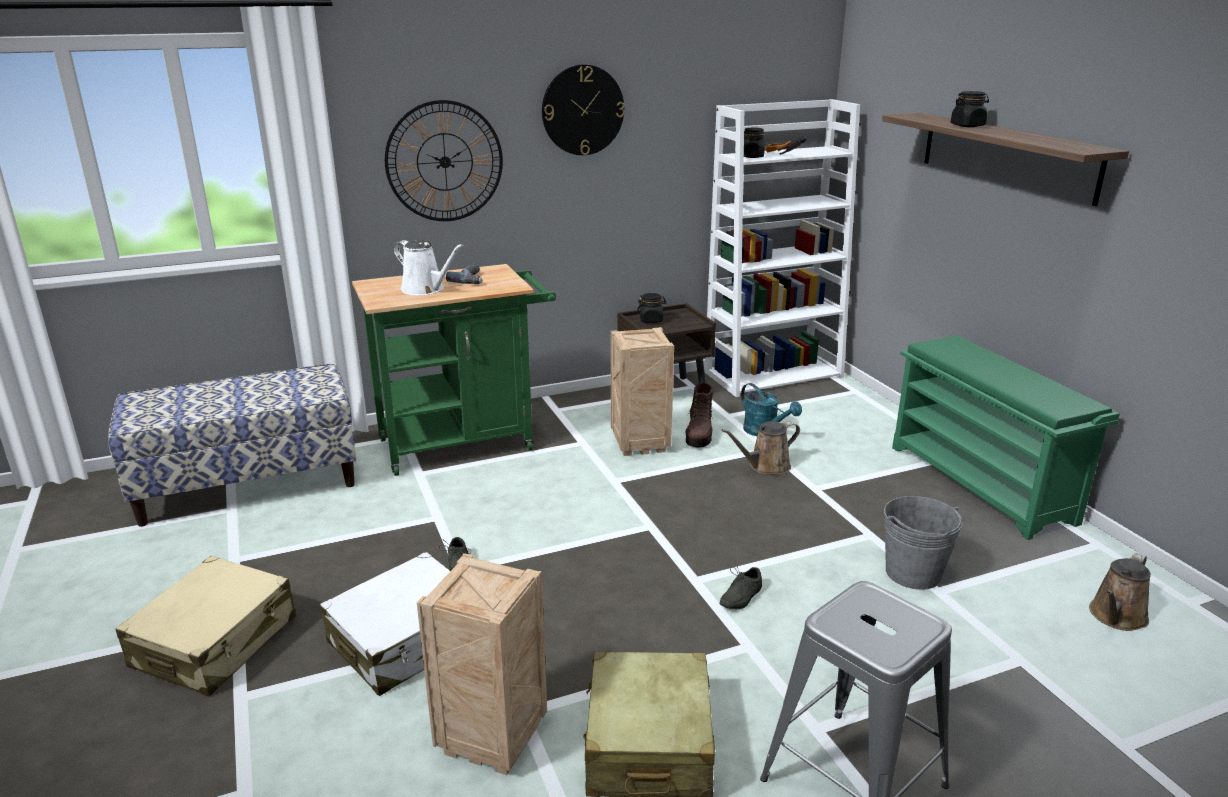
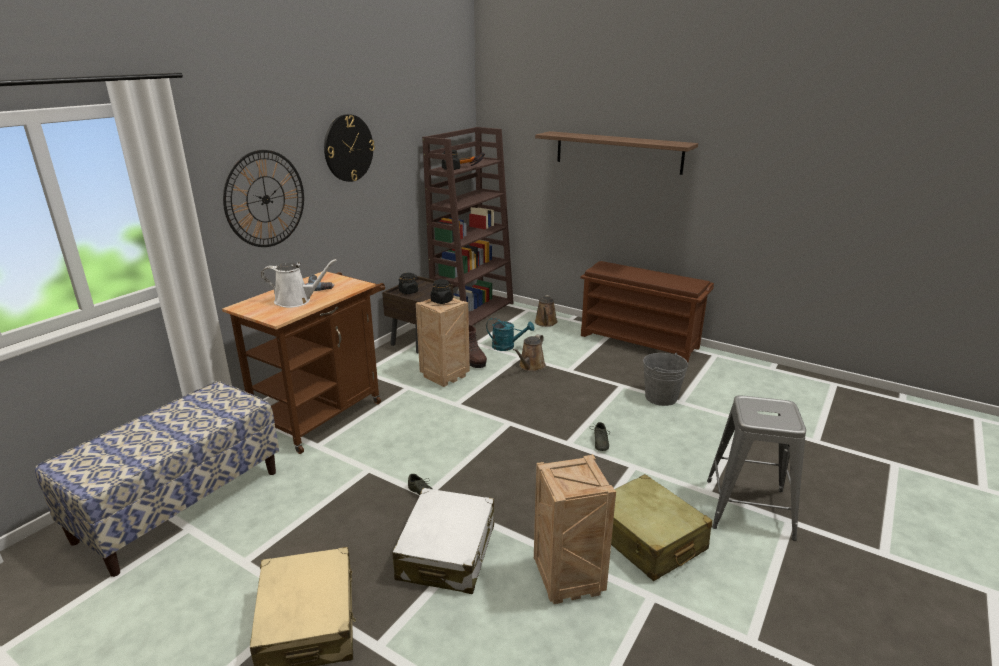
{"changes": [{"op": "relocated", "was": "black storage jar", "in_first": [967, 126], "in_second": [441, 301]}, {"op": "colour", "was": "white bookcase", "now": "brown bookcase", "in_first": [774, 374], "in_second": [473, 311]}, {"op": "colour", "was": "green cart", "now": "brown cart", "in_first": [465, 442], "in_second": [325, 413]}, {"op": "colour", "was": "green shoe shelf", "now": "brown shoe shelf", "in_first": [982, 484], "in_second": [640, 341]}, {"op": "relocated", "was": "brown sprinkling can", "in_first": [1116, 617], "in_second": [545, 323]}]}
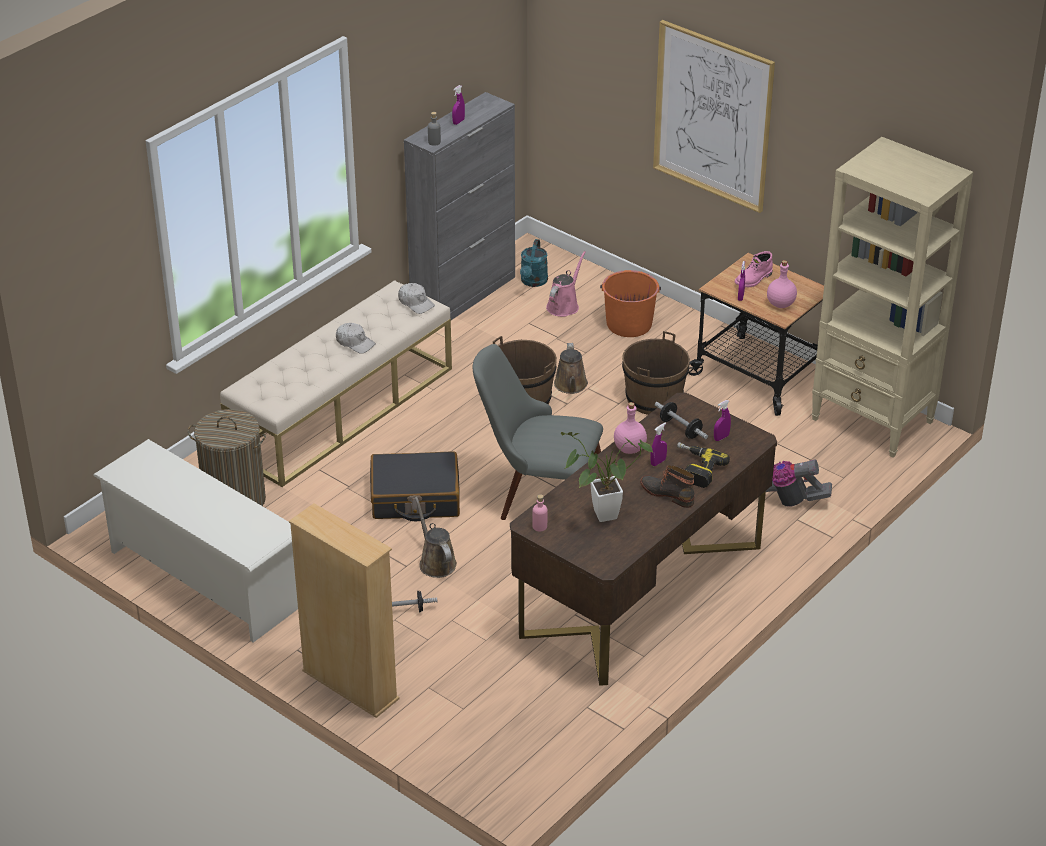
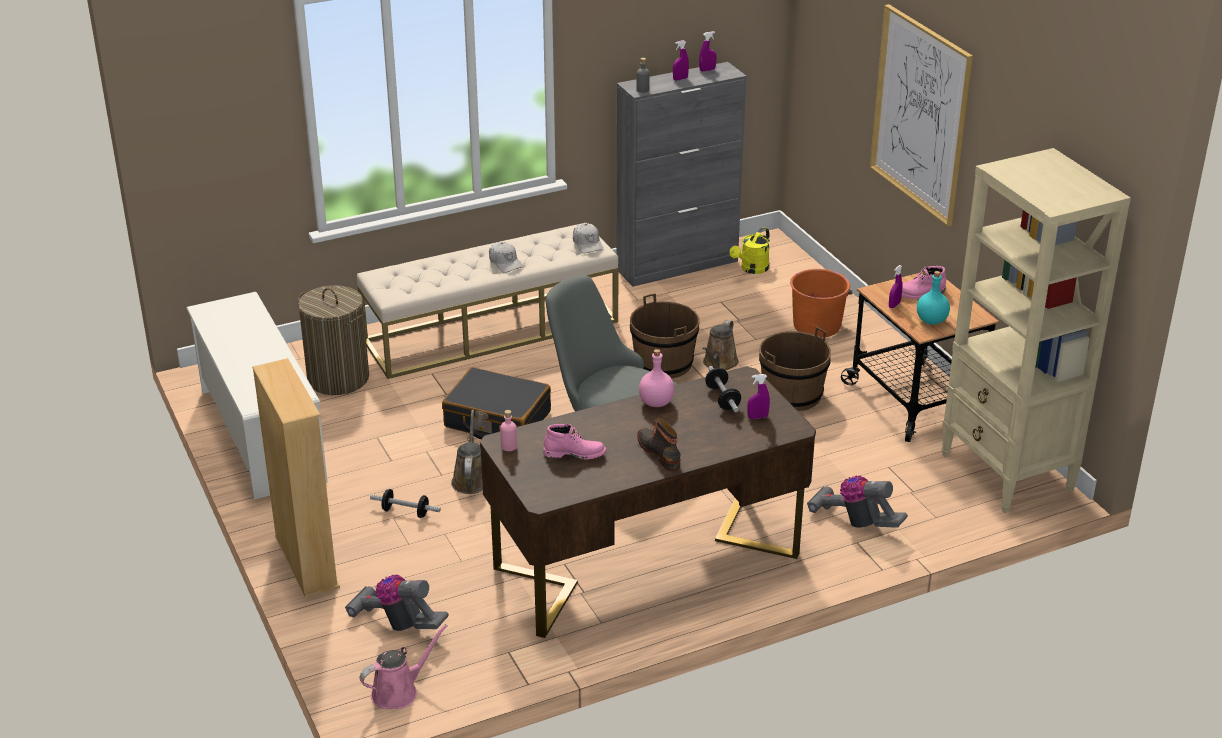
{"changes": [{"op": "colour", "was": "turquoise sprinkling can", "now": "yellow sprinkling can", "in_first": [533, 282], "in_second": [751, 269]}, {"op": "relocated", "was": "pink-coloured sprinkling can", "in_first": [564, 305], "in_second": [398, 691]}, {"op": "colour", "was": "pink-coloured bottle", "now": "turquoise bottle", "in_first": [780, 304], "in_second": [931, 320]}, {"op": "relocated", "was": "purple-coloured spray bottle", "in_first": [658, 462], "in_second": [707, 70]}, {"op": "exchanged", "was": "houseplant", "now": "pink-coloured boot", "in_first": [599, 516], "in_second": [575, 453]}, {"op": "missing", "was": "power drill", "in_first": [695, 468]}, {"op": "appeared", "now": "vacuum", "in_second": [398, 623]}]}
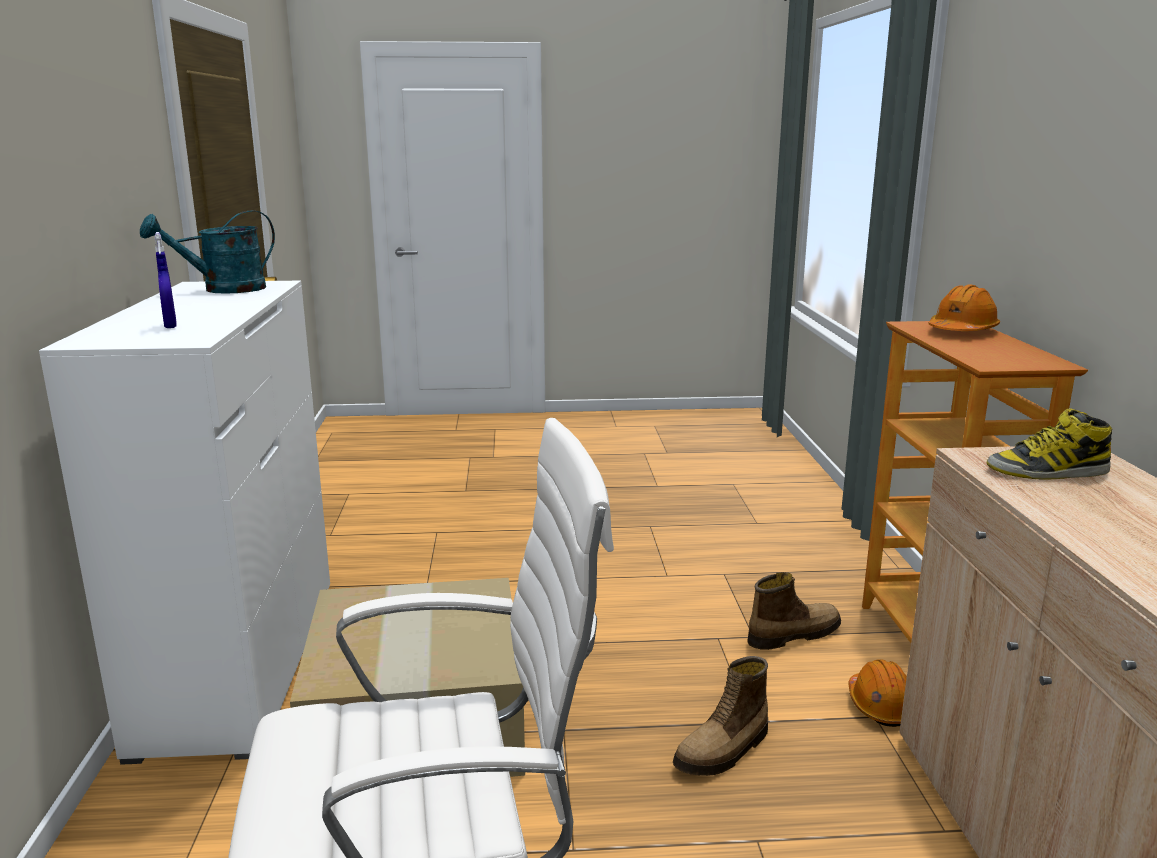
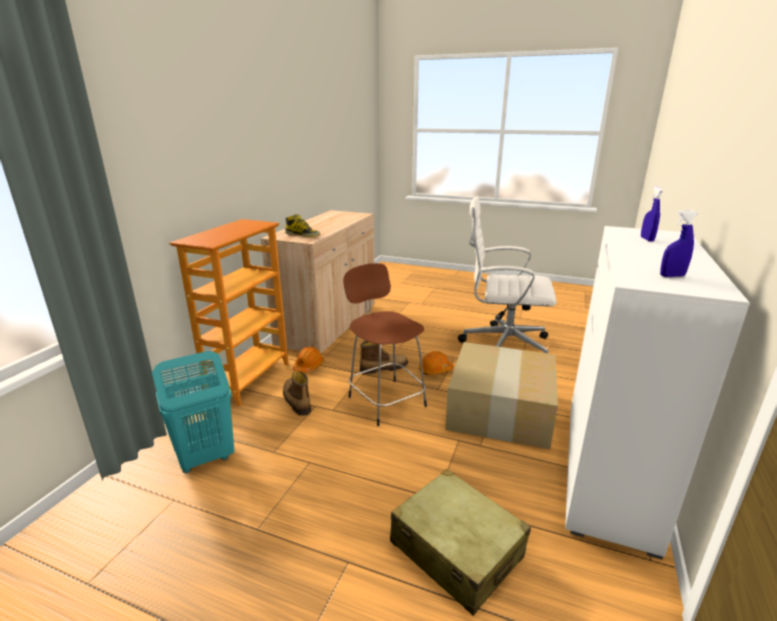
{"changes": [{"op": "exchanged", "was": "turquoise sprinkling can", "now": "bluish spray bottle", "in_first": [223, 290], "in_second": [672, 276]}, {"op": "relocated", "was": "orangey hard hat", "in_first": [962, 331], "in_second": [435, 370]}, {"op": "spun", "was": "boot", "in_first": [792, 635], "in_second": [296, 401], "clockwise": 60}, {"op": "appeared", "now": "brown stool", "in_second": [385, 400]}, {"op": "appeared", "now": "turquoise washing basket", "in_second": [205, 458]}, {"op": "appeared", "now": "beige-coloured travel case", "in_second": [456, 550]}]}
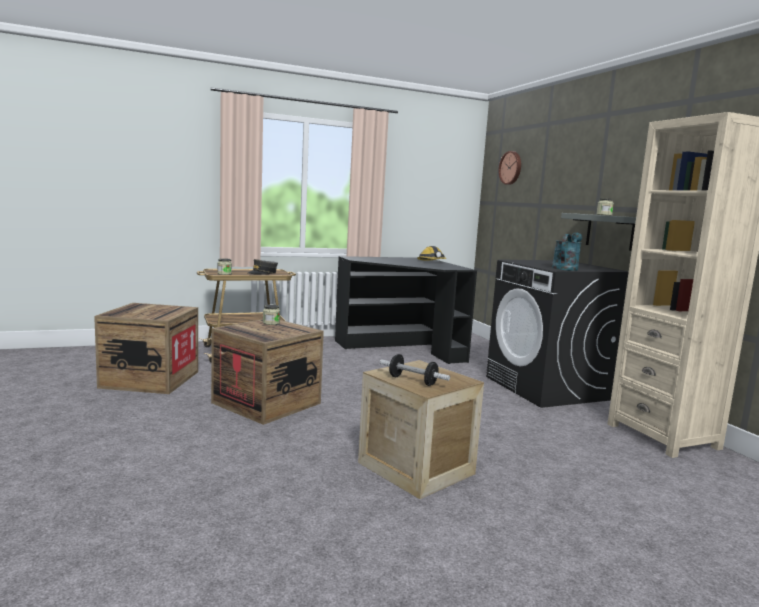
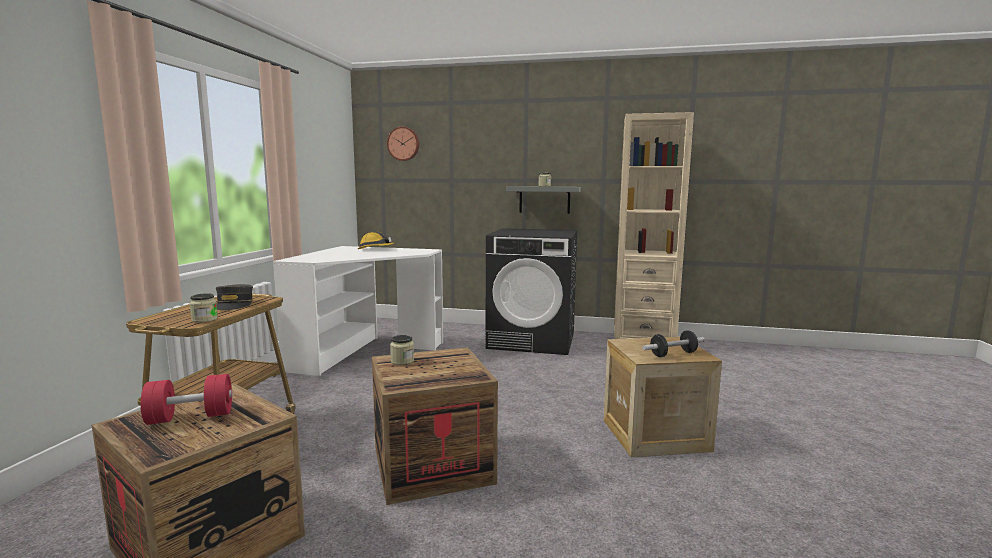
{"changes": [{"op": "missing", "was": "turquoise sprinkling can", "in_first": [566, 268]}, {"op": "colour", "was": "black desk", "now": "white desk", "in_first": [401, 348], "in_second": [364, 353]}, {"op": "appeared", "now": "reddish dumbbell", "in_second": [191, 417]}]}
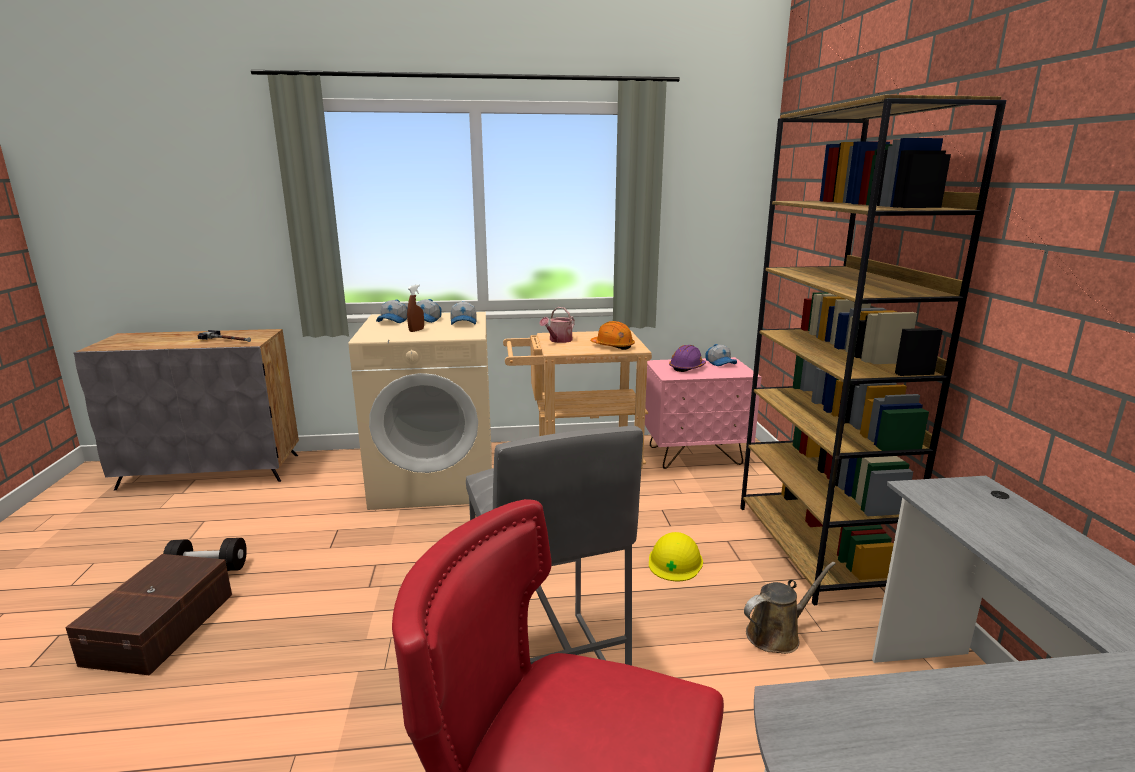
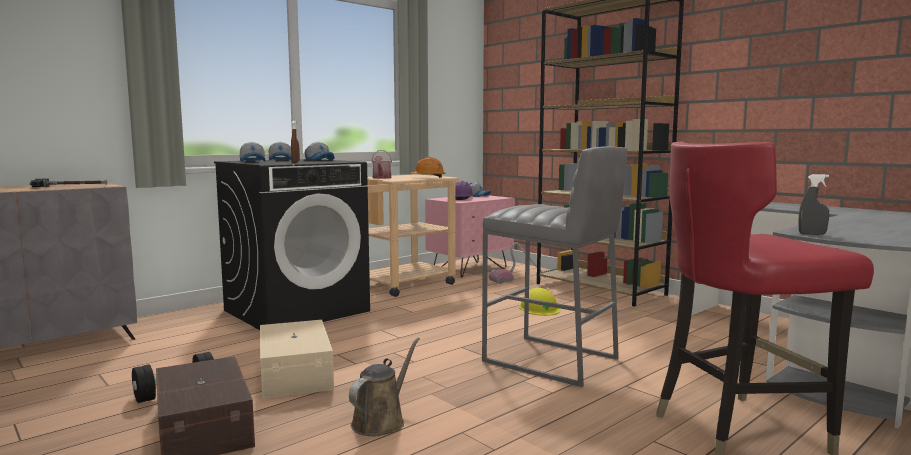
{"changes": [{"op": "colour", "was": "beige-coloured washing machine", "now": "black washing machine", "in_first": [436, 480], "in_second": [297, 310]}, {"op": "relocated", "was": "brown sprinkling can", "in_first": [777, 634], "in_second": [381, 421]}, {"op": "appeared", "now": "greyish spray bottle", "in_second": [812, 234]}, {"op": "appeared", "now": "vacuum", "in_second": [520, 279]}, {"op": "appeared", "now": "beige-coloured storage box", "in_second": [297, 373]}]}
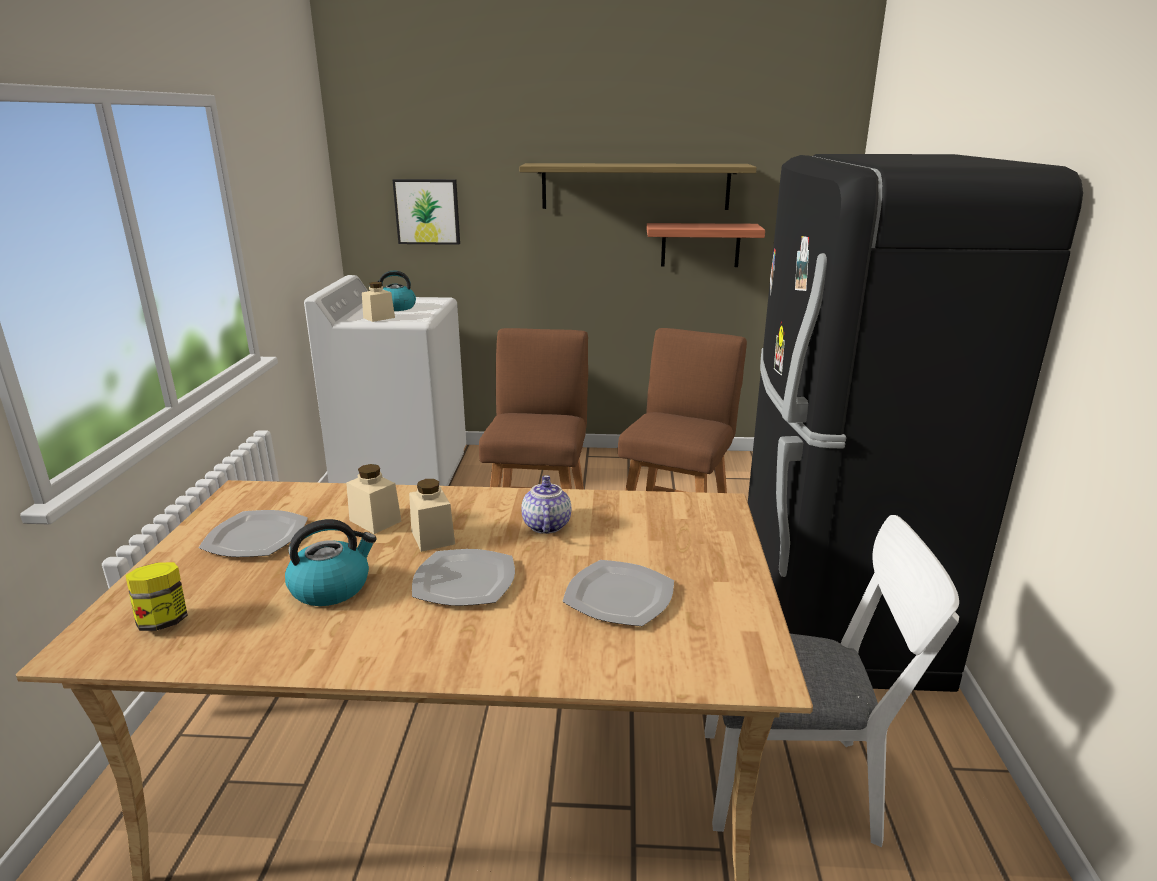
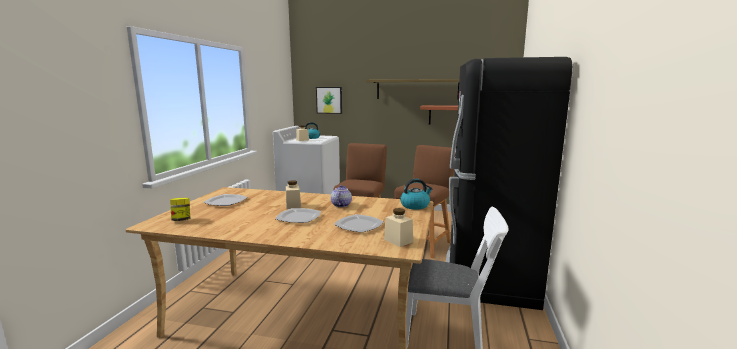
{"changes": [{"op": "relocated", "was": "beige-coloured storage jar", "in_first": [375, 521], "in_second": [398, 240]}, {"op": "relocated", "was": "tea kettle", "in_first": [331, 587], "in_second": [415, 205]}]}
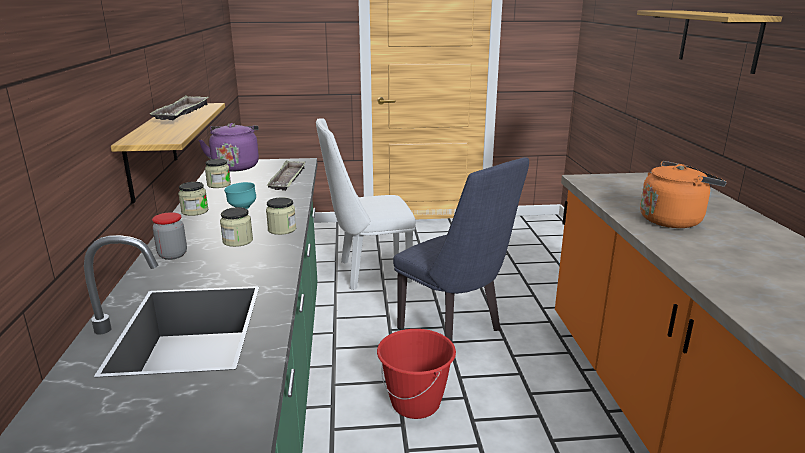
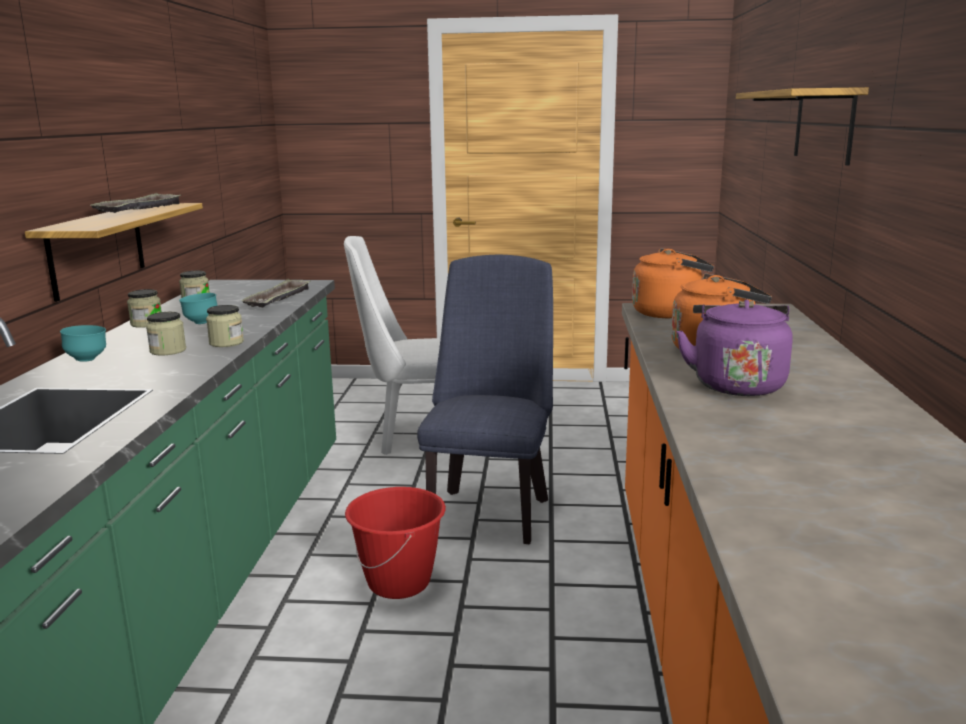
{"changes": [{"op": "relocated", "was": "purple-coloured tea kettle", "in_first": [236, 166], "in_second": [736, 384]}, {"op": "spun", "was": "bluish upright chair", "in_first": [455, 333], "in_second": [490, 510], "clockwise": -135}, {"op": "exchanged", "was": "storage jar", "now": "turquoise bowl", "in_first": [172, 255], "in_second": [87, 360]}, {"op": "appeared", "now": "orangey tea kettle", "in_second": [669, 313]}]}
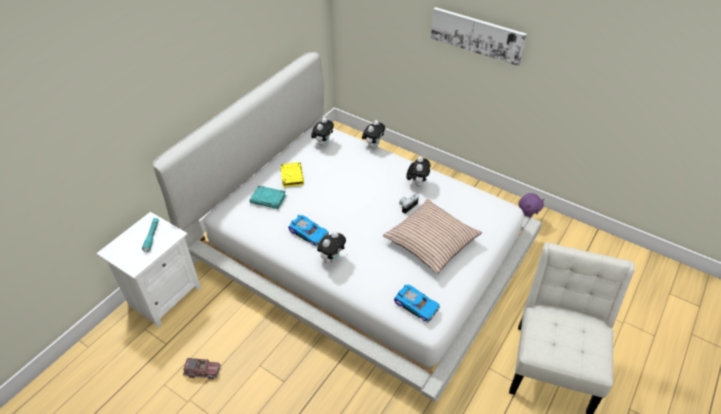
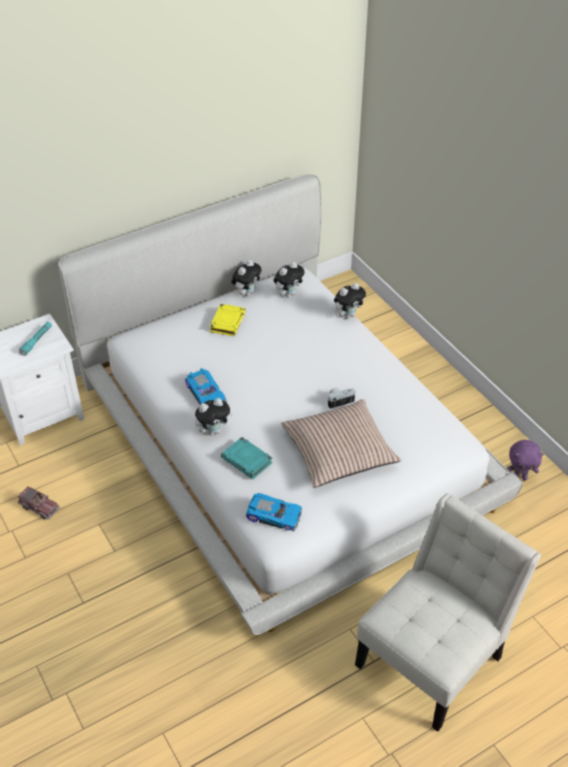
{"changes": [{"op": "missing", "was": "picture", "in_first": [477, 35]}, {"op": "relocated", "was": "cuddly toy", "in_first": [417, 183], "in_second": [247, 292]}, {"op": "relocated", "was": "turquoise bound book", "in_first": [269, 199], "in_second": [247, 460]}, {"op": "spun", "was": "model car", "in_first": [417, 305], "in_second": [274, 514], "clockwise": -45}]}
